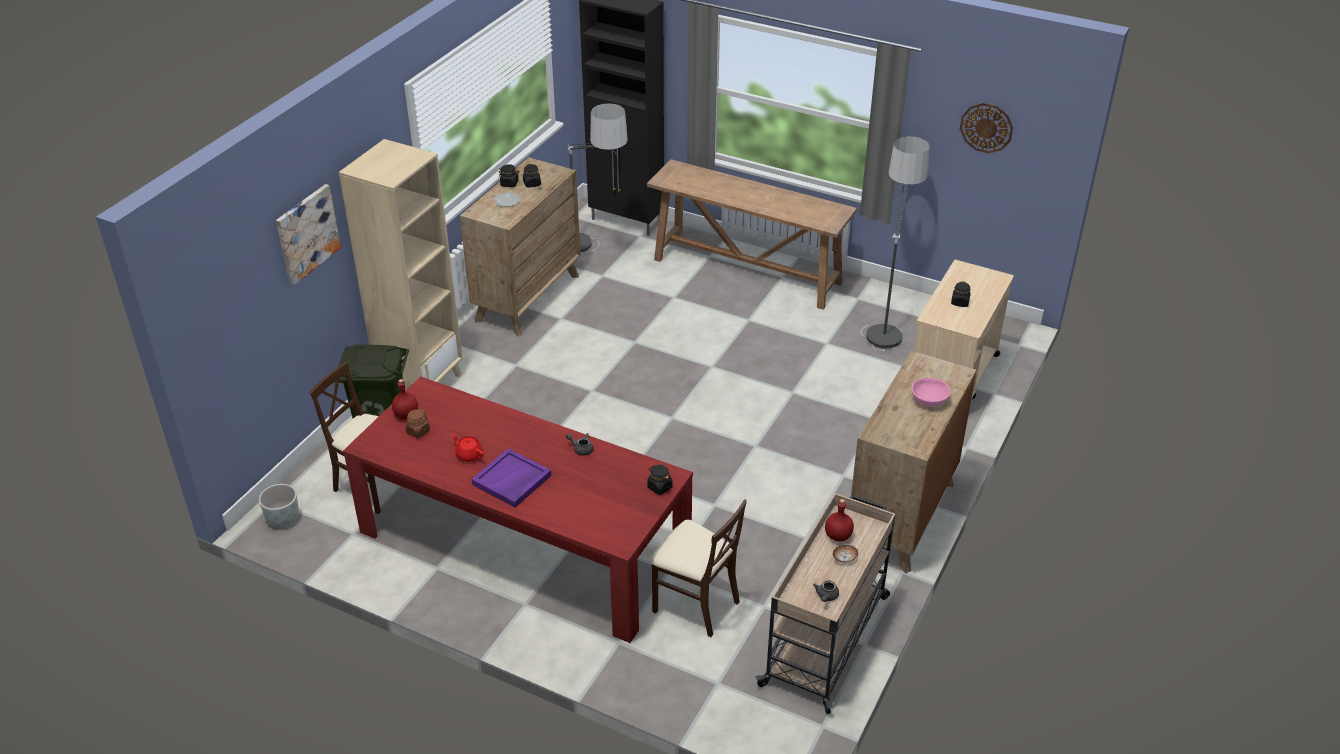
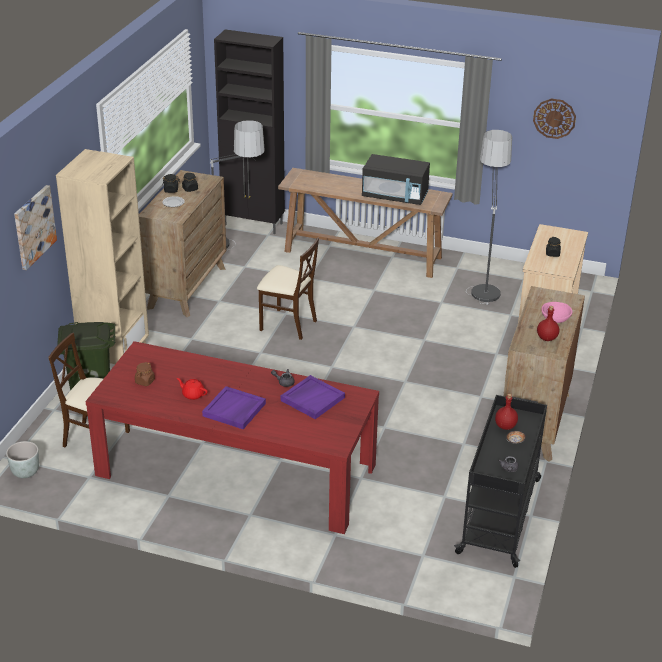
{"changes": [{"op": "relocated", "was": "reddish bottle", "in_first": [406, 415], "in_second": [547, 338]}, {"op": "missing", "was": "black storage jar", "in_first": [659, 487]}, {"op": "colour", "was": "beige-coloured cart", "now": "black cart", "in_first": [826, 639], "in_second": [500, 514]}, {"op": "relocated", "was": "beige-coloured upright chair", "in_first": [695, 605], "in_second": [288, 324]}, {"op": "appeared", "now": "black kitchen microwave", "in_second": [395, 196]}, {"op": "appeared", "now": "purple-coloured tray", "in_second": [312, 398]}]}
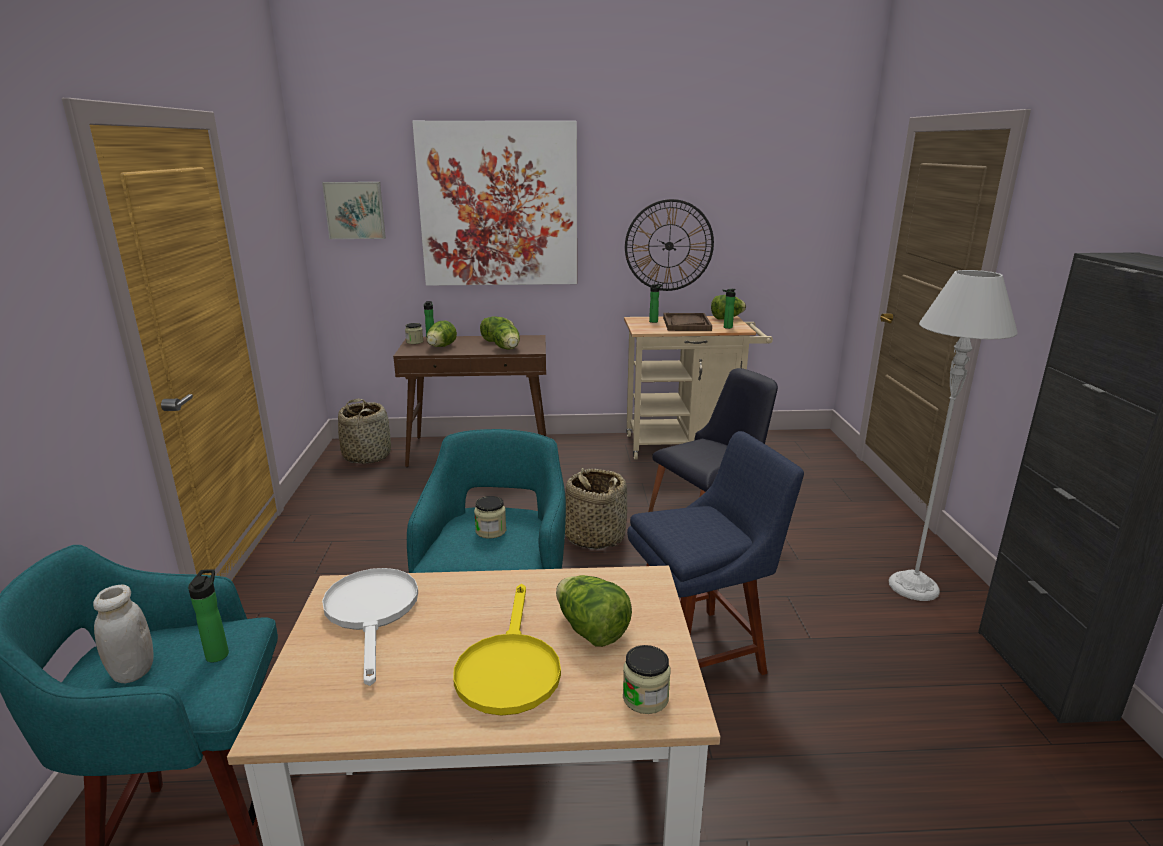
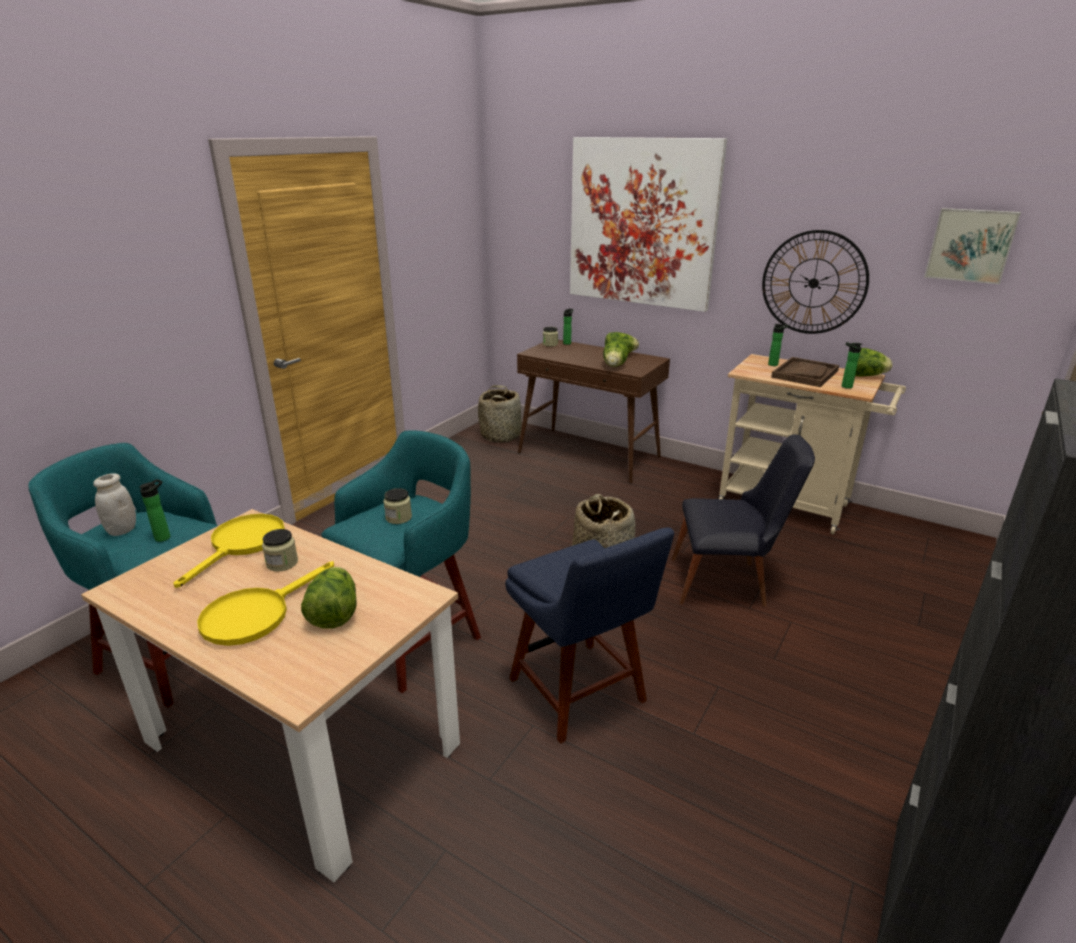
{"changes": [{"op": "relocated", "was": "picture", "in_first": [355, 210], "in_second": [970, 245]}, {"op": "missing", "was": "greyish floor lamp", "in_first": [913, 586]}, {"op": "missing", "was": "head of lettuce", "in_first": [441, 347]}, {"op": "spun", "was": "bluish upright chair", "in_first": [701, 650], "in_second": [580, 694], "clockwise": 45}, {"op": "colour", "was": "white skillet", "now": "yellow skillet", "in_first": [372, 613], "in_second": [242, 544]}, {"op": "relocated", "was": "storage jar", "in_first": [645, 698], "in_second": [282, 563]}]}
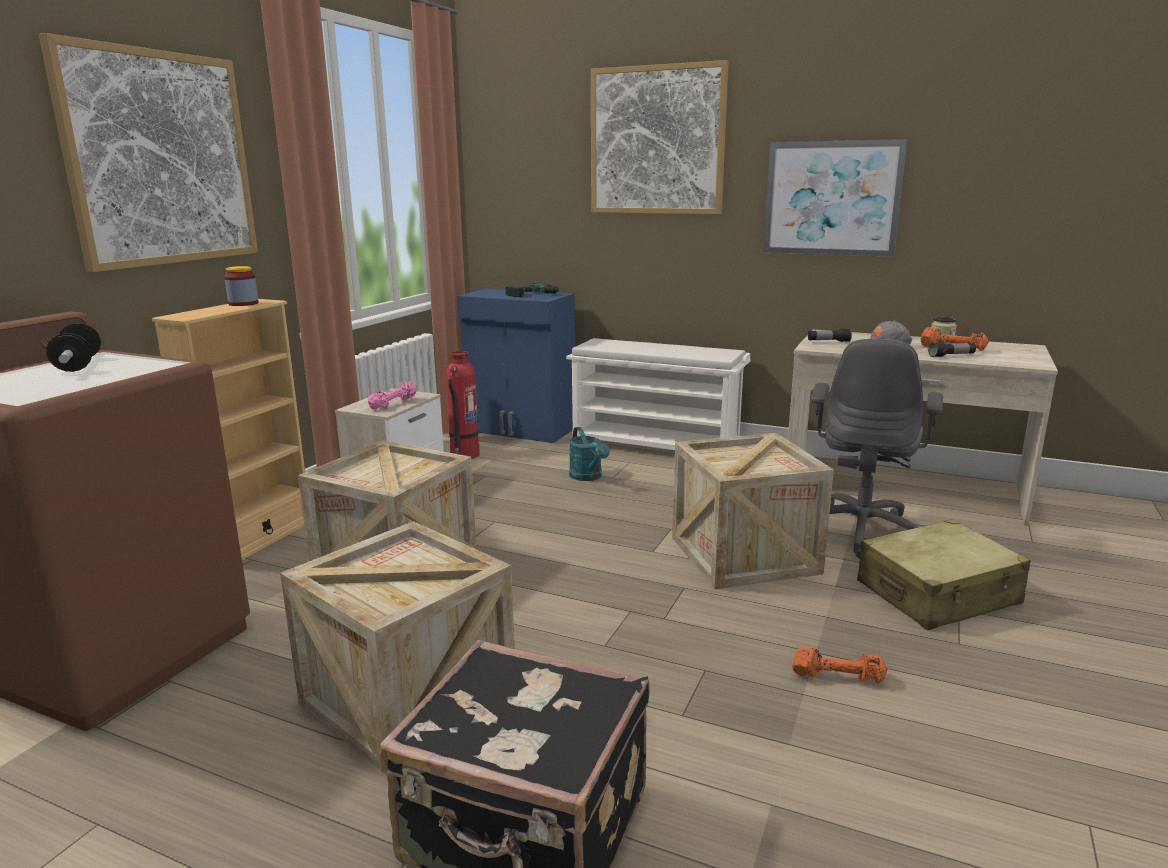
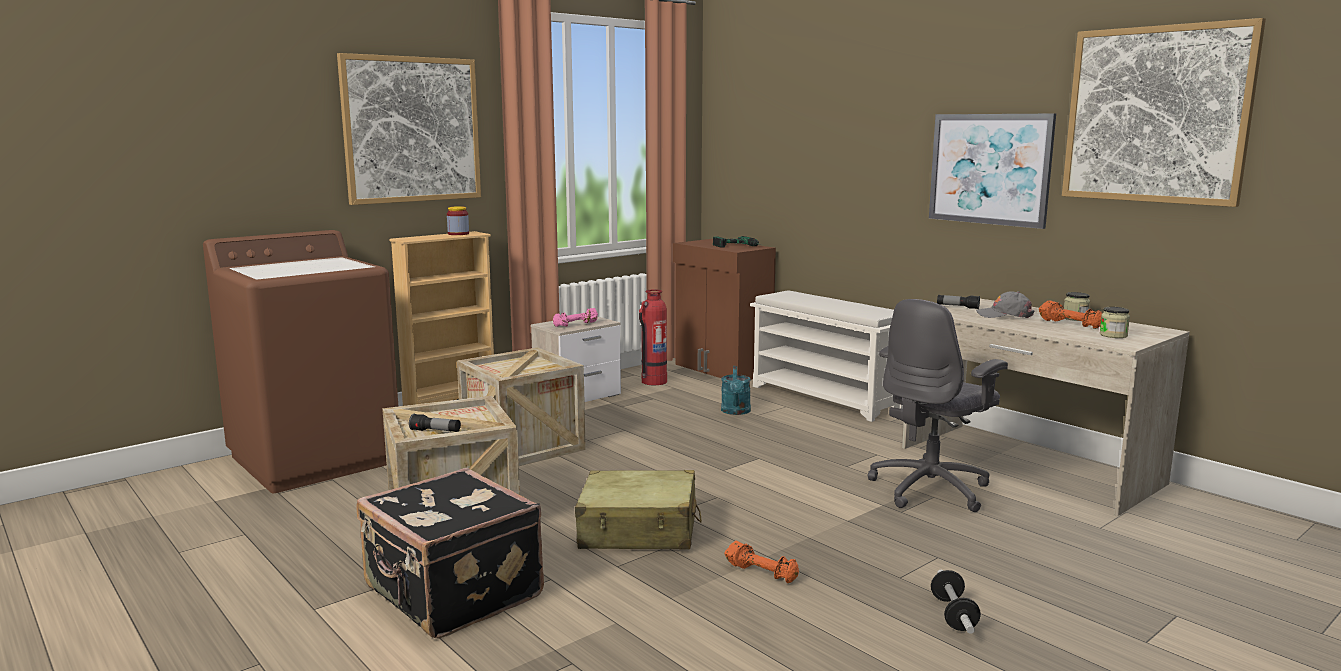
{"changes": [{"op": "relocated", "was": "picture", "in_first": [657, 141], "in_second": [1156, 115]}, {"op": "colour", "was": "bluish storage cabinet", "now": "brown storage cabinet", "in_first": [521, 430], "in_second": [722, 369]}, {"op": "relocated", "was": "dumbbell", "in_first": [78, 365], "in_second": [953, 615]}, {"op": "relocated", "was": "flashlight", "in_first": [951, 356], "in_second": [435, 431]}, {"op": "missing", "was": "packing crate", "in_first": [744, 555]}, {"op": "relocated", "was": "beige-coloured travel case", "in_first": [938, 594], "in_second": [639, 530]}, {"op": "appeared", "now": "storage jar", "in_second": [1113, 335]}]}
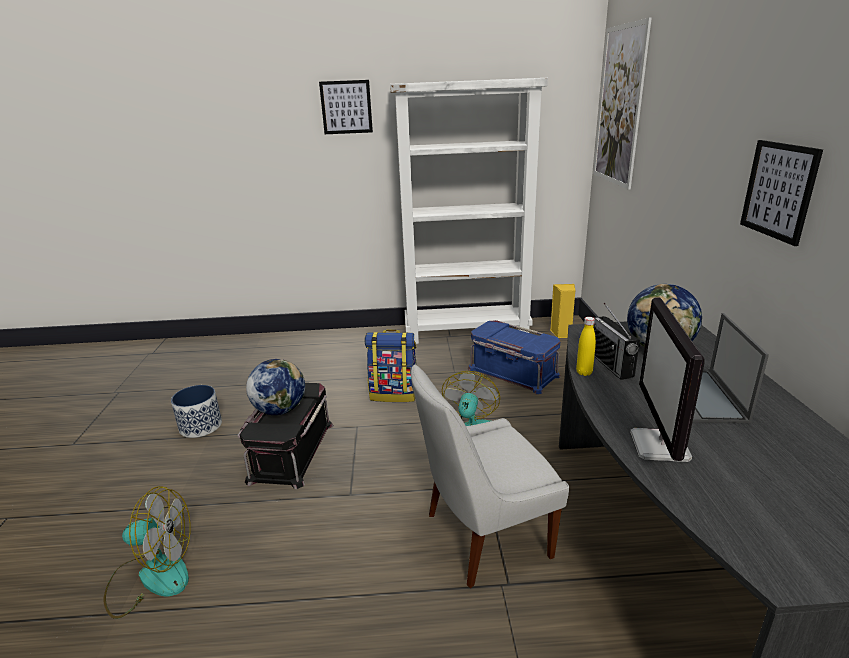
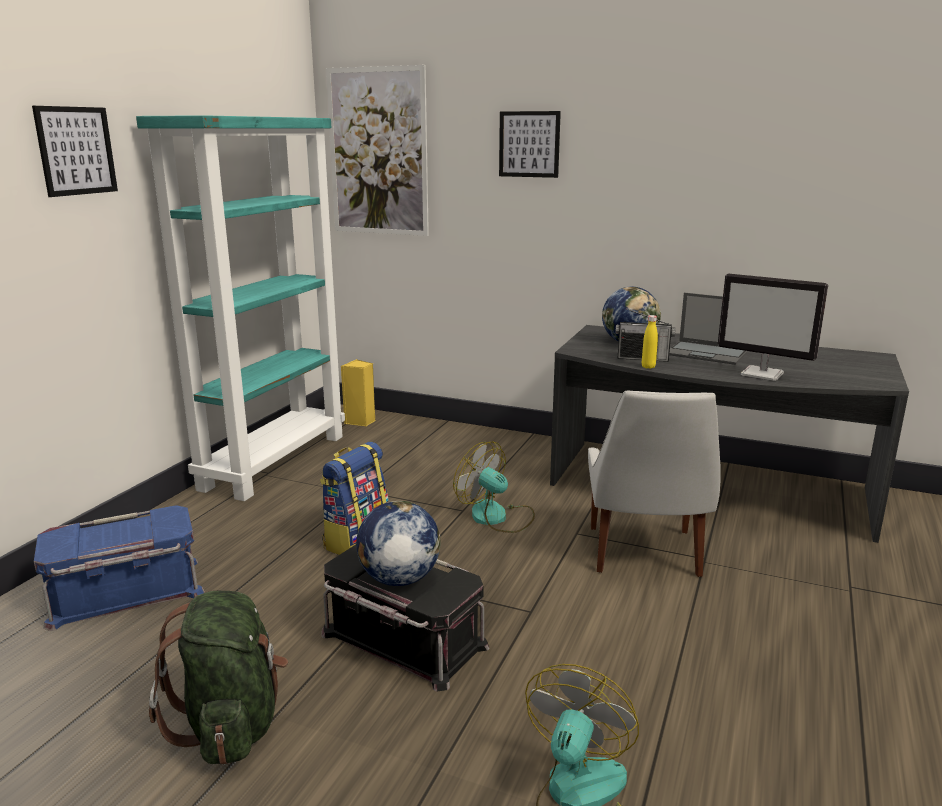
{"changes": [{"op": "colour", "was": "white bookcase", "now": "turquoise bookcase", "in_first": [467, 331], "in_second": [274, 461]}, {"op": "relocated", "was": "picture", "in_first": [778, 190], "in_second": [529, 144]}, {"op": "relocated", "was": "bluish storage box", "in_first": [512, 372], "in_second": [125, 593]}, {"op": "exchanged", "was": "planter", "now": "green backpack", "in_first": [201, 426], "in_second": [231, 724]}]}
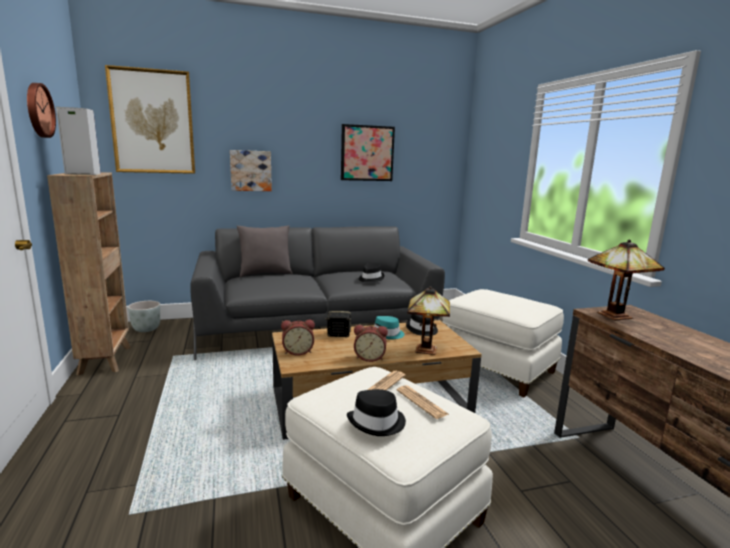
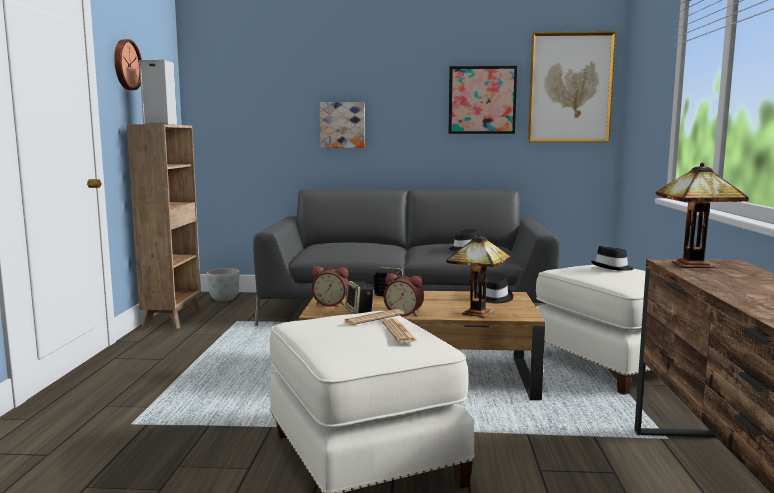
{"changes": [{"op": "relocated", "was": "picture", "in_first": [152, 122], "in_second": [570, 88]}, {"op": "missing", "was": "greyish cushion", "in_first": [265, 274]}, {"op": "missing", "was": "turquoise wearable hat", "in_first": [387, 334]}, {"op": "relocated", "was": "black wearable hat", "in_first": [377, 422], "in_second": [612, 268]}, {"op": "appeared", "now": "loudspeaker", "in_second": [360, 312]}]}
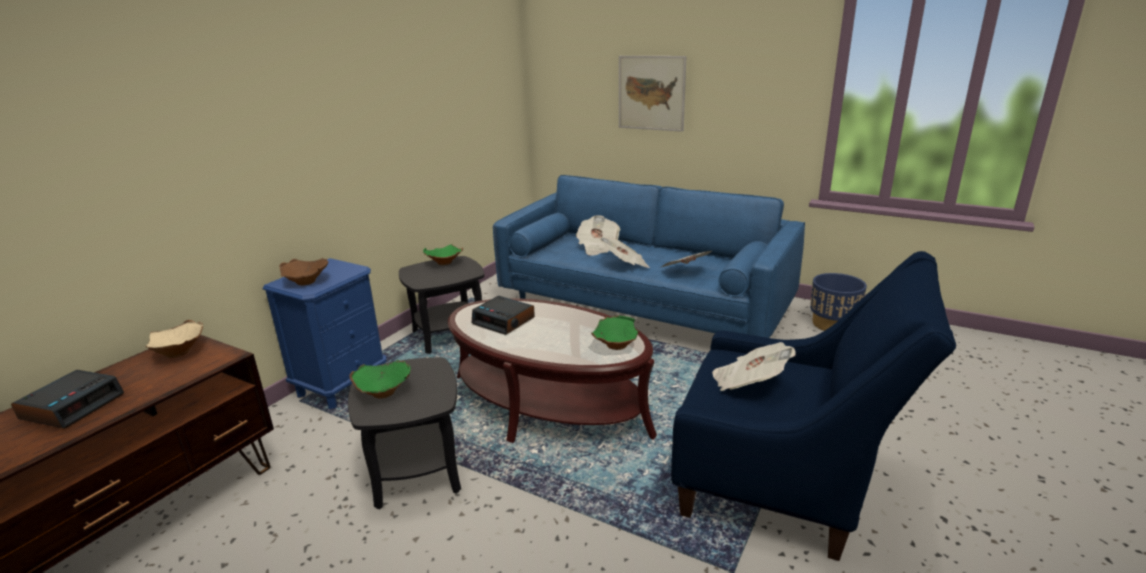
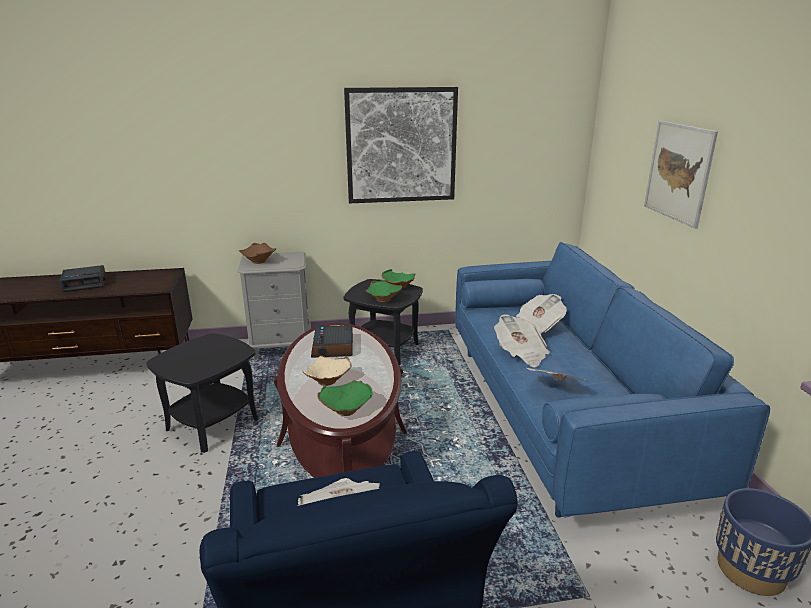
{"changes": [{"op": "colour", "was": "bluish bedside table", "now": "greyish bedside table", "in_first": [343, 384], "in_second": [282, 347]}, {"op": "relocated", "was": "beige-coloured bowl", "in_first": [180, 352], "in_second": [328, 381]}, {"op": "relocated", "was": "green bowl", "in_first": [383, 391], "in_second": [384, 299]}, {"op": "appeared", "now": "picture", "in_second": [401, 145]}]}
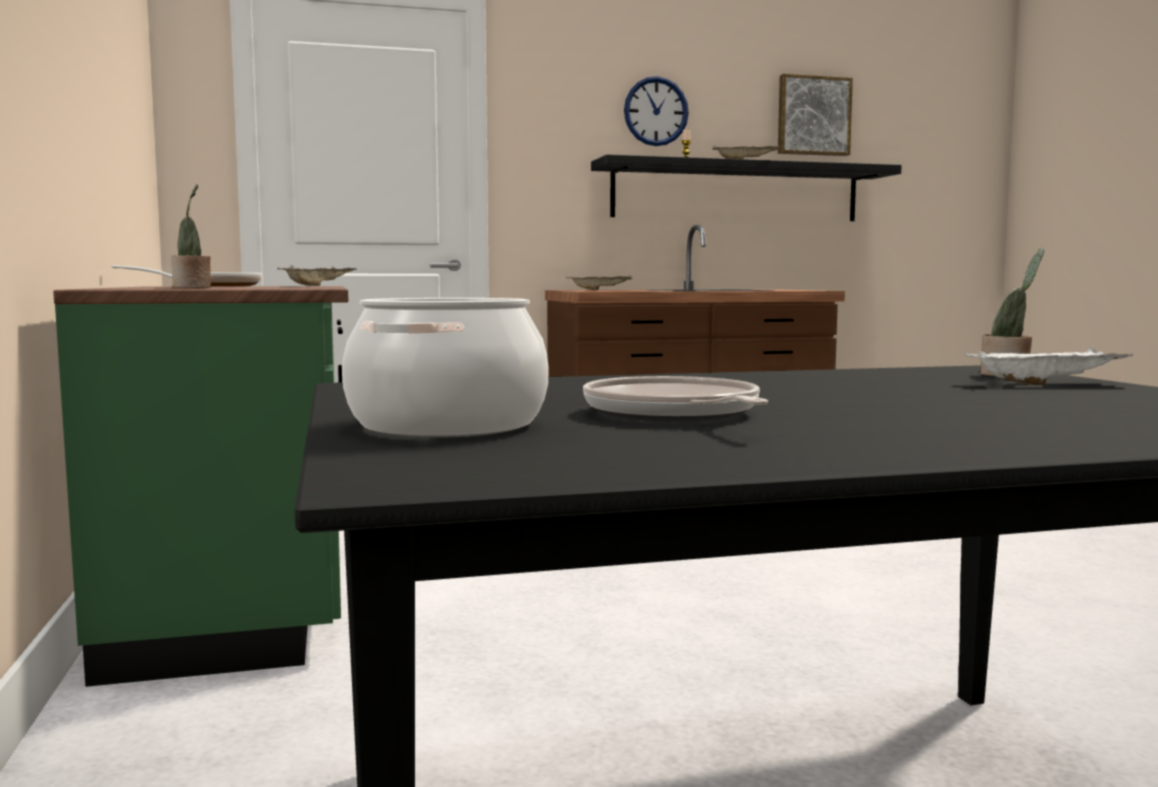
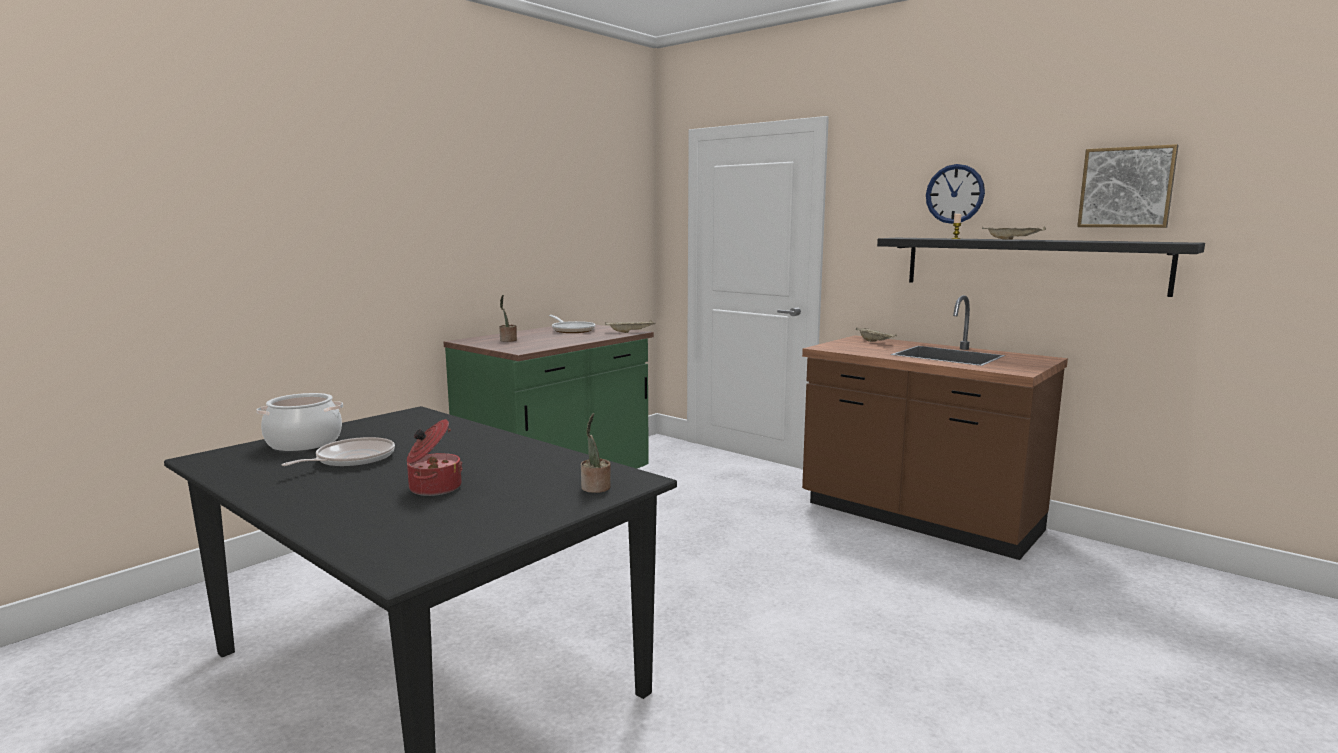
{"changes": [{"op": "missing", "was": "white tray", "in_first": [1045, 383]}, {"op": "appeared", "now": "saucepot", "in_second": [433, 488]}]}
